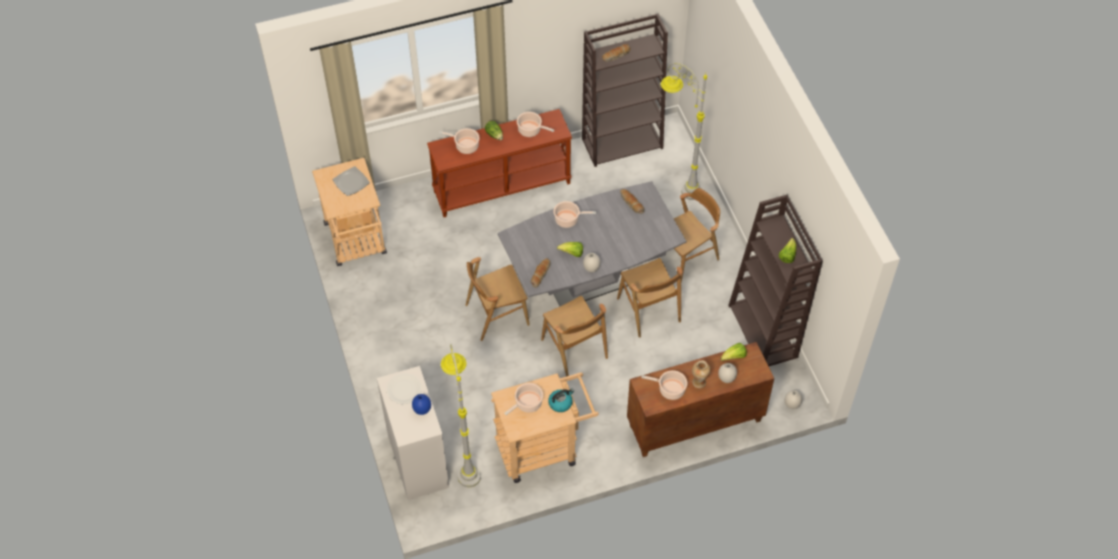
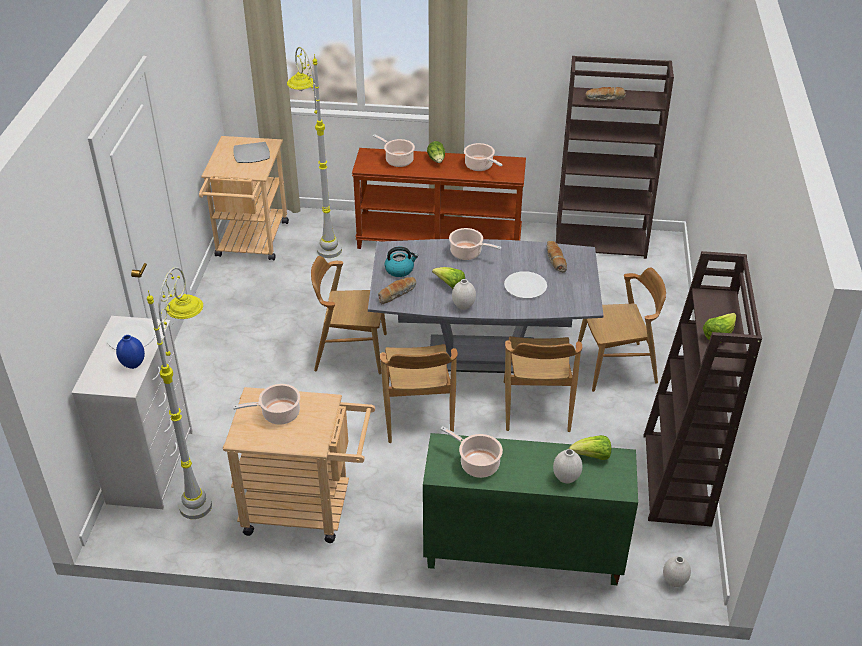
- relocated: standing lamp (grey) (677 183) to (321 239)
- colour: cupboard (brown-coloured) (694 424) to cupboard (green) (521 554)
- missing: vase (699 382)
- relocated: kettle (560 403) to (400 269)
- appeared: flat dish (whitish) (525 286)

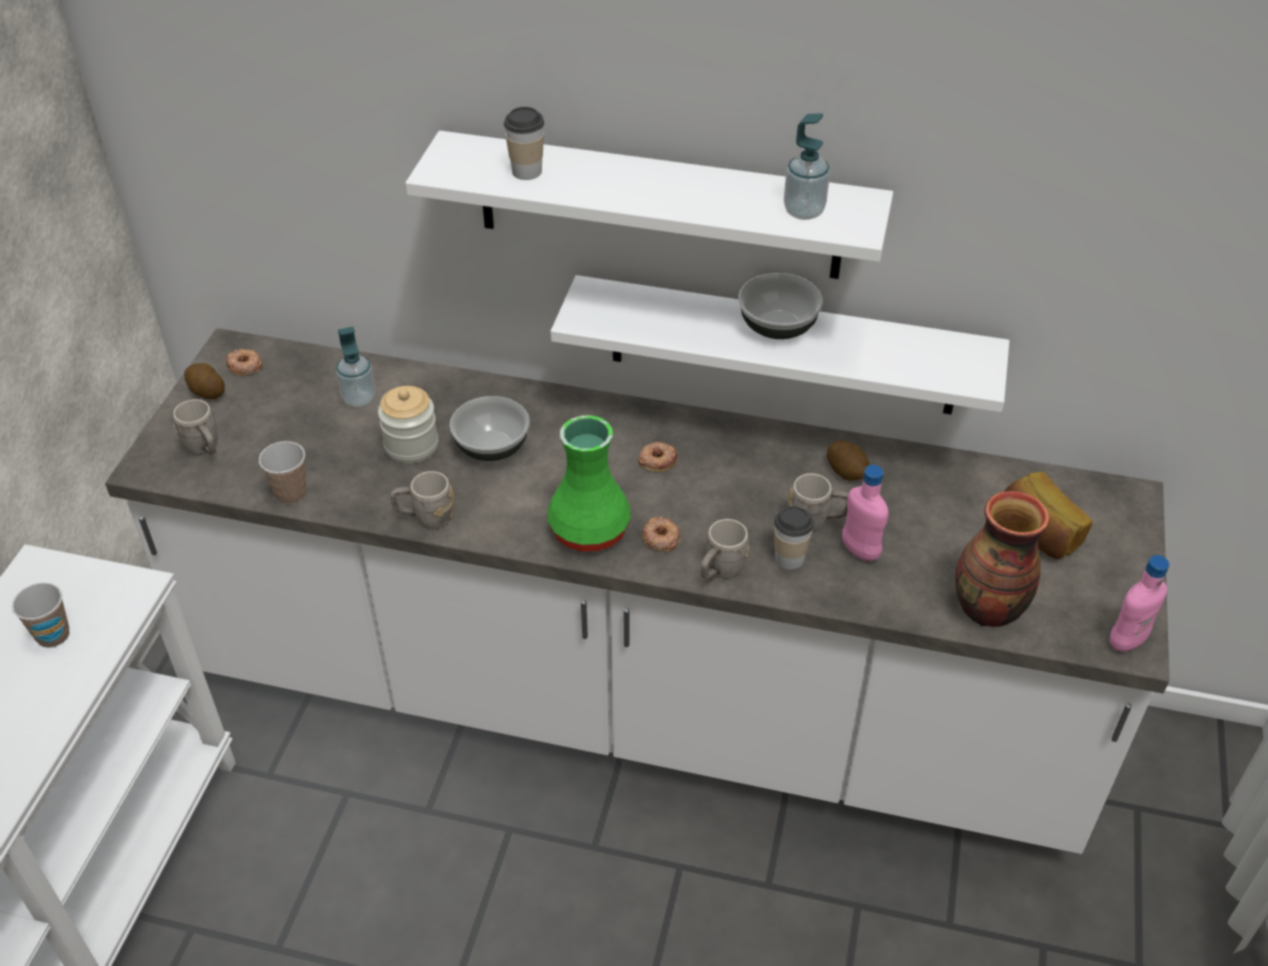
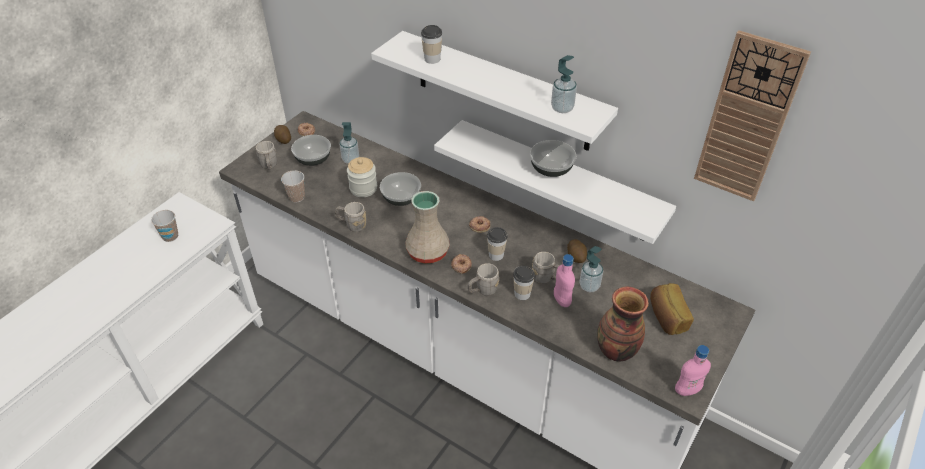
- colour: vase (green) (587 530) to vase (beige-coloured) (427 251)
- appeared: hanging clock (747 120)
- appeared: serving bowl (314 159)
- appeared: cup (496 255)
- appeared: soap dispenser (589 286)

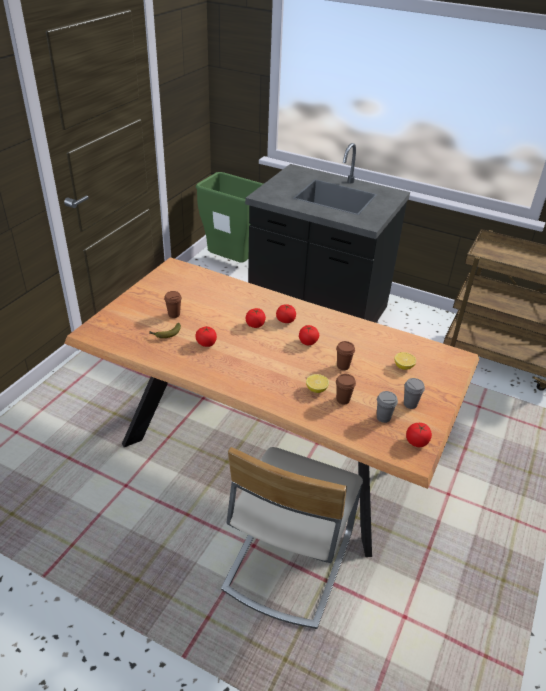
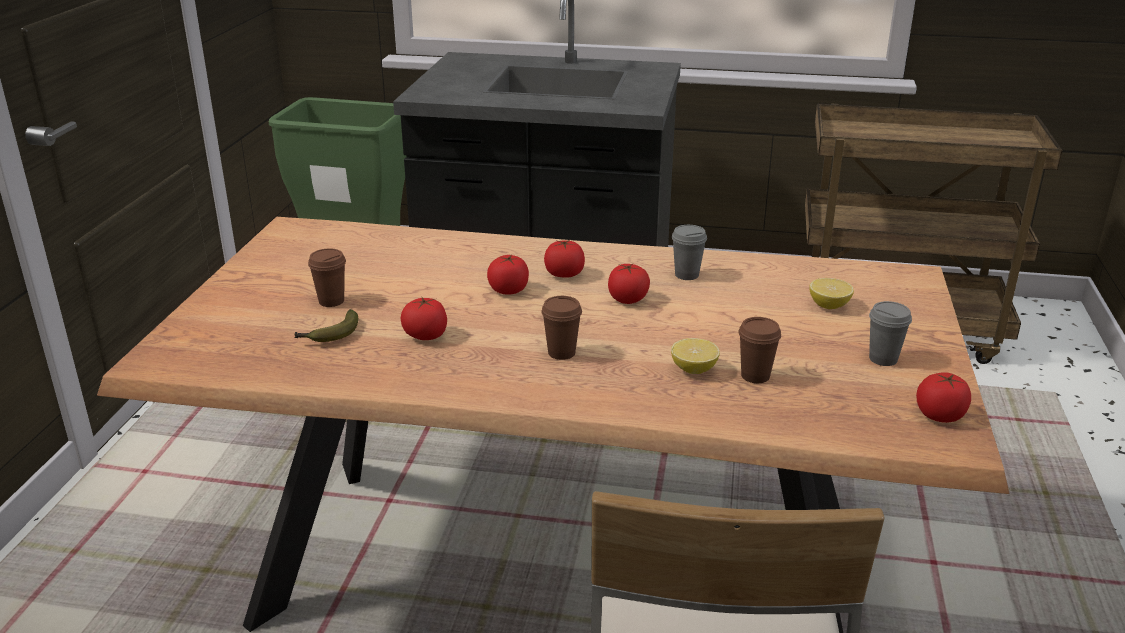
- relocated: cup (brown-coloured) (343 366) to (561 353)
- relocated: cup (grey) (383 417) to (687 275)

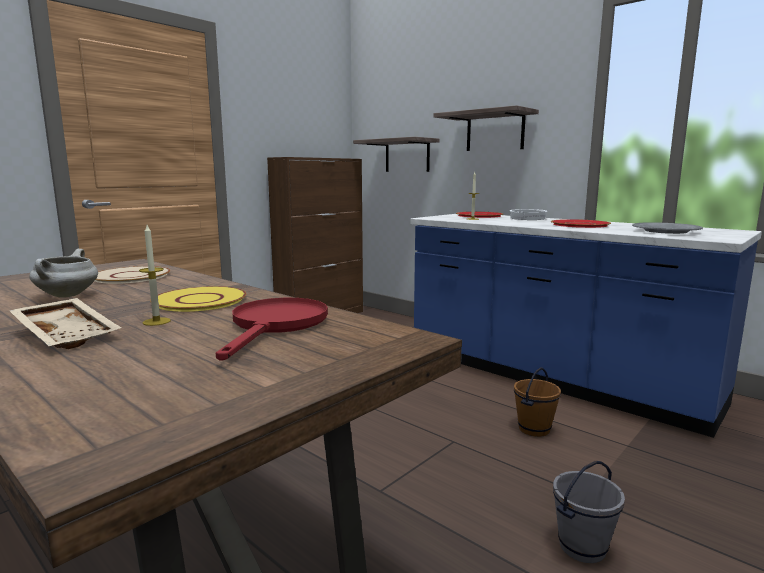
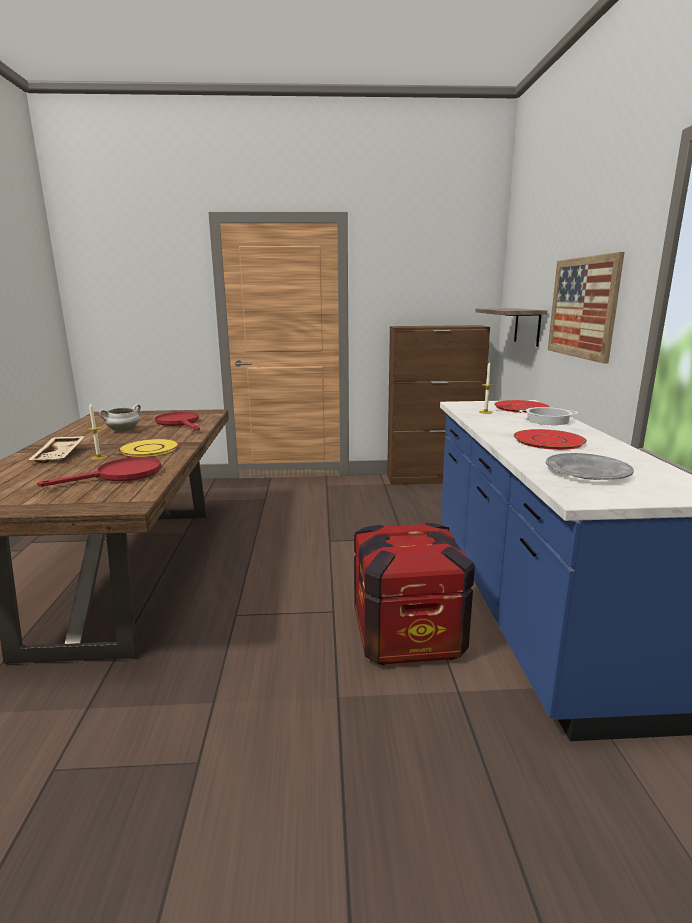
- exchanged: shelf (495 131) to wall picture (582 307)
- exchanged: flat dish (beige-coloured) (130 276) to pan (red-coloured) (180 423)
- exchanged: water bucket (brown-coloured) (533 429) to crate (407 635)
- missing: water bucket (grey) (583 548)

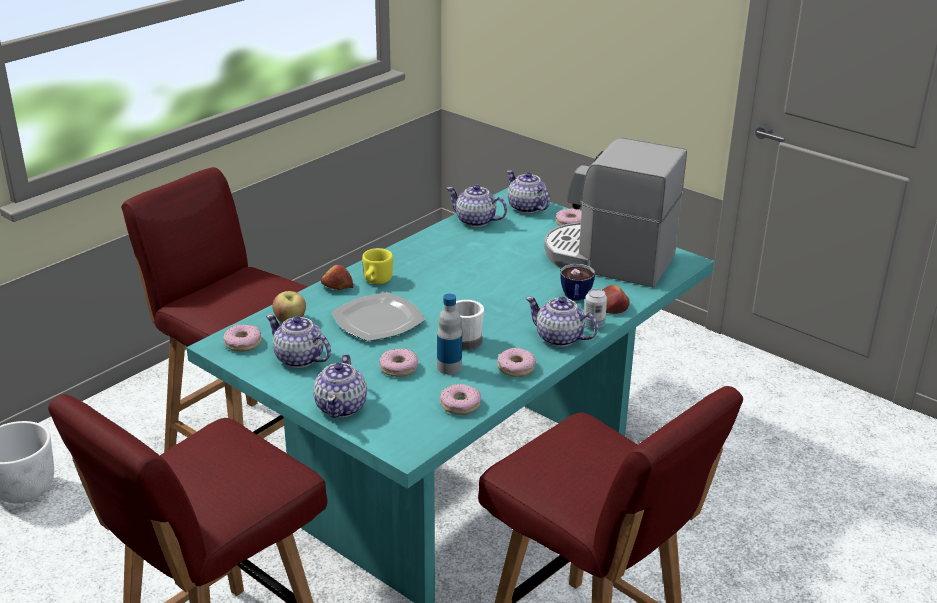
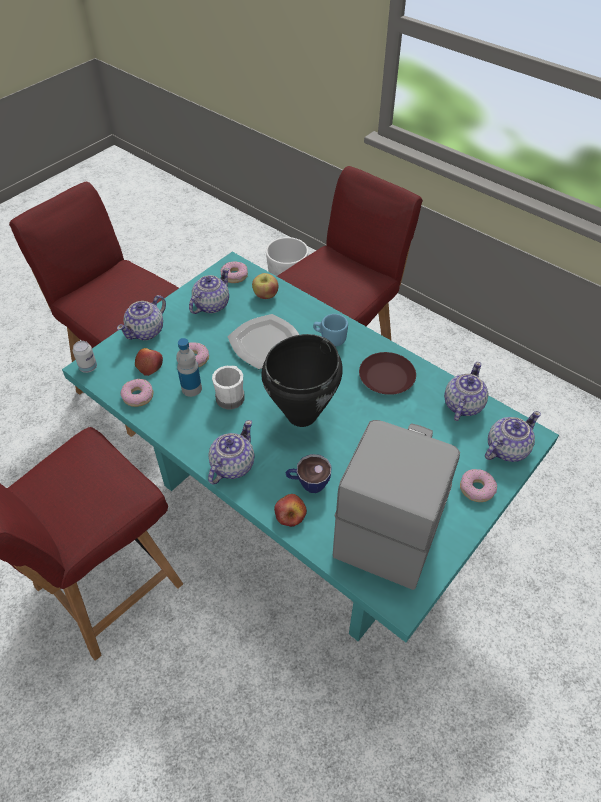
- colour: tea mug (yellow) (375 281) to tea mug (blue-coloured) (329 338)
- relocated: whole apple (337 287) to (149 365)
- relocated: sealed can (594 325) to (88 367)
- missing: doughnut (515 368)
- spun: teapot (342 407) = (146 331) 60 degrees counterclockwise
- appeared: cooking pot (black-coloured) (302 415)
- appeared: flat dish (brown-coloured) (386 377)

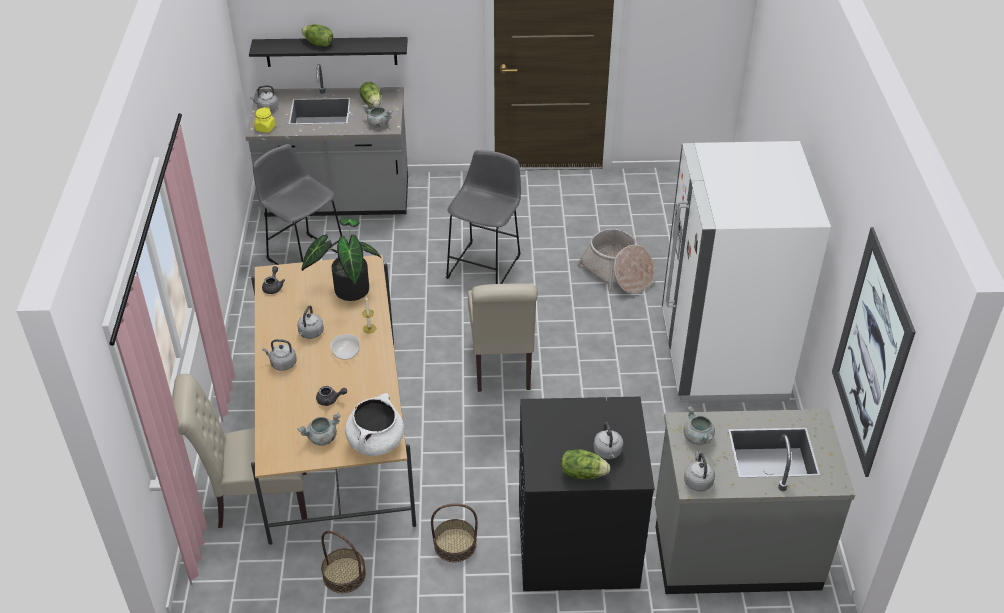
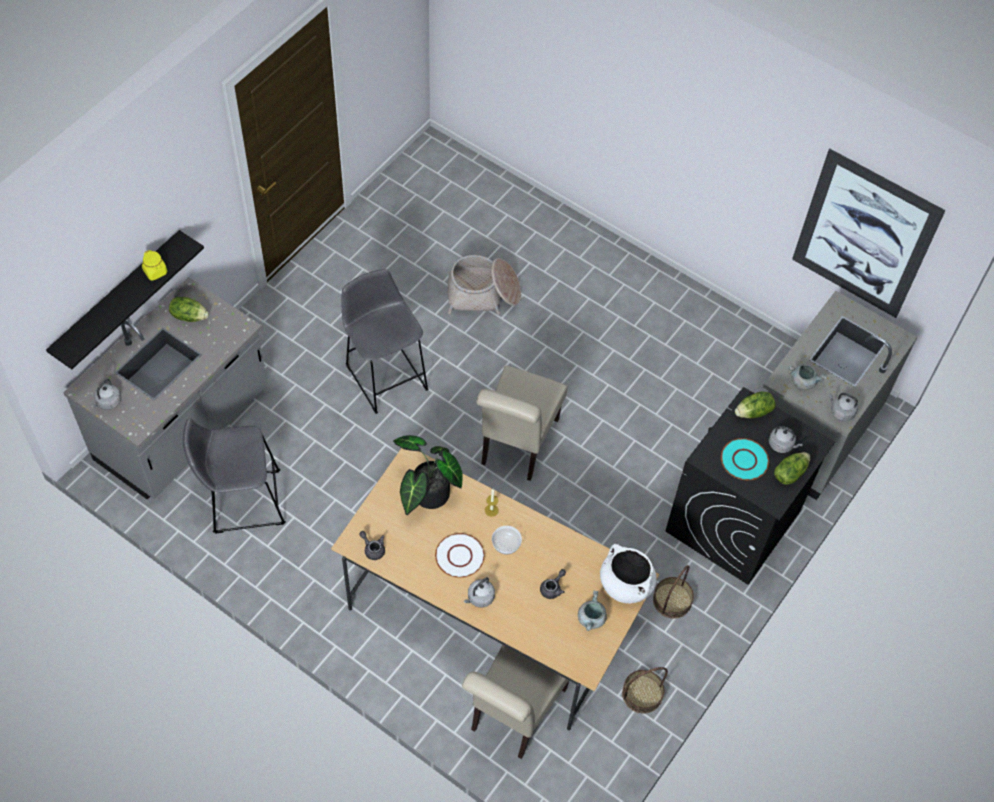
- relocated: lettuce (318 44) to (754 412)
- missing: cooking pot (grey) (378 124)
- relocated: storage jar (yellow) (265 128) to (155 272)
- missing: kitchen fridge (whitish) (722 357)
- spun: upright chair (beige-coloured) (502 366) = (517 445) 75 degrees clockwise
- exchanged: kettle (grey) (310 333) to flat dish (whitish) (460 556)
- appeared: flat dish (blue-green) (744 460)

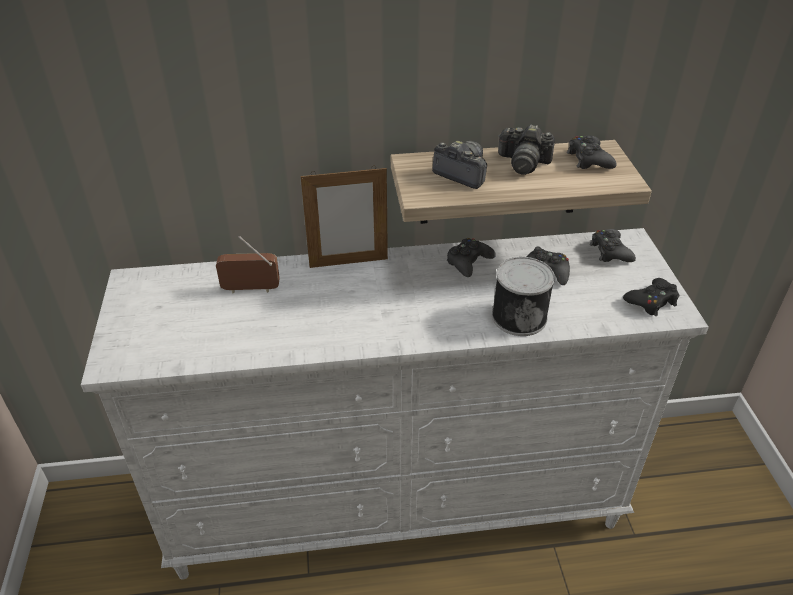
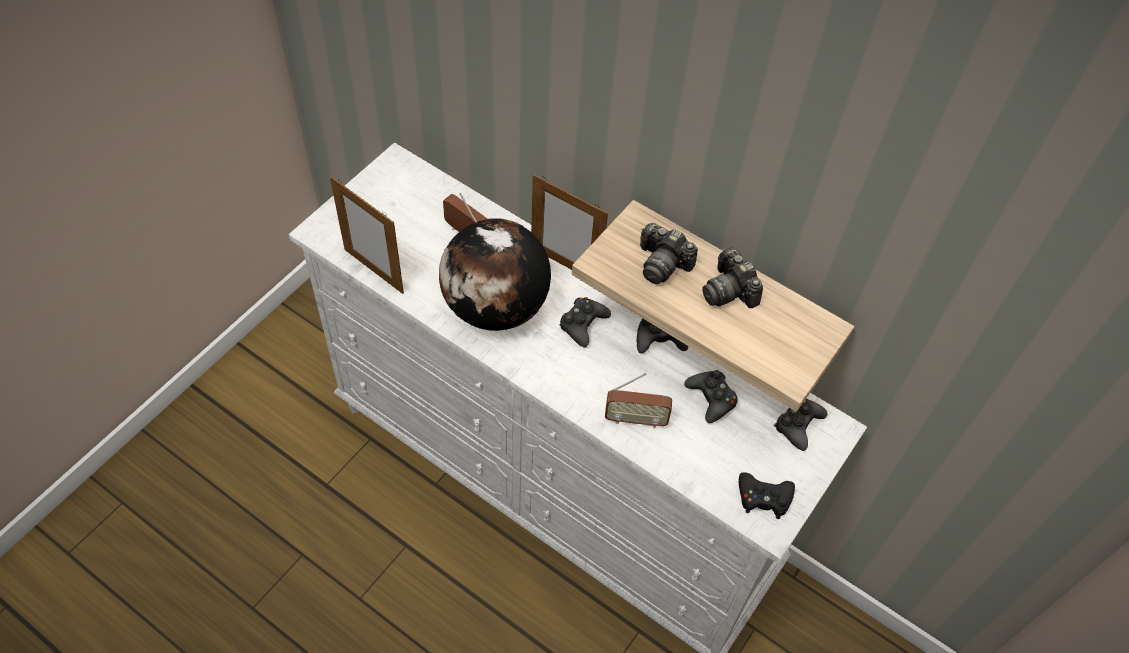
- relocated: game controller (black-coloured) (589 159) to (583 324)
- spun: photo camera (462 173) = (662 263) 135 degrees clockwise
- exchanged: sealed can (519 316) to radio set (635 419)
- appeared: standing frame (374 271)
- appeared: globe (496 308)

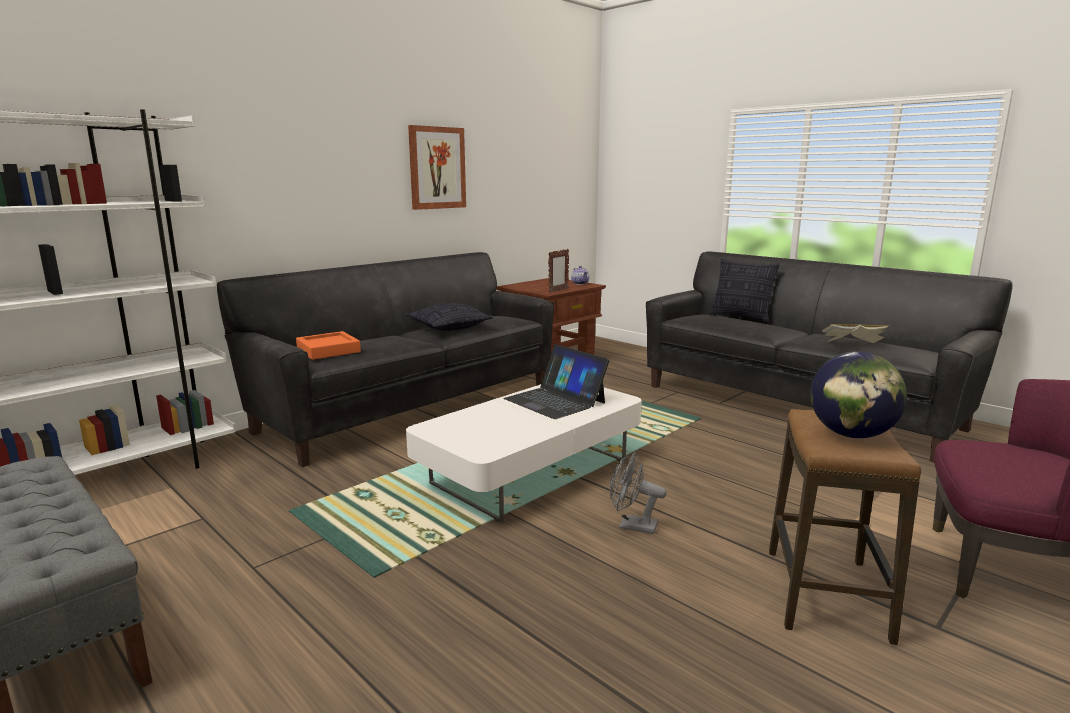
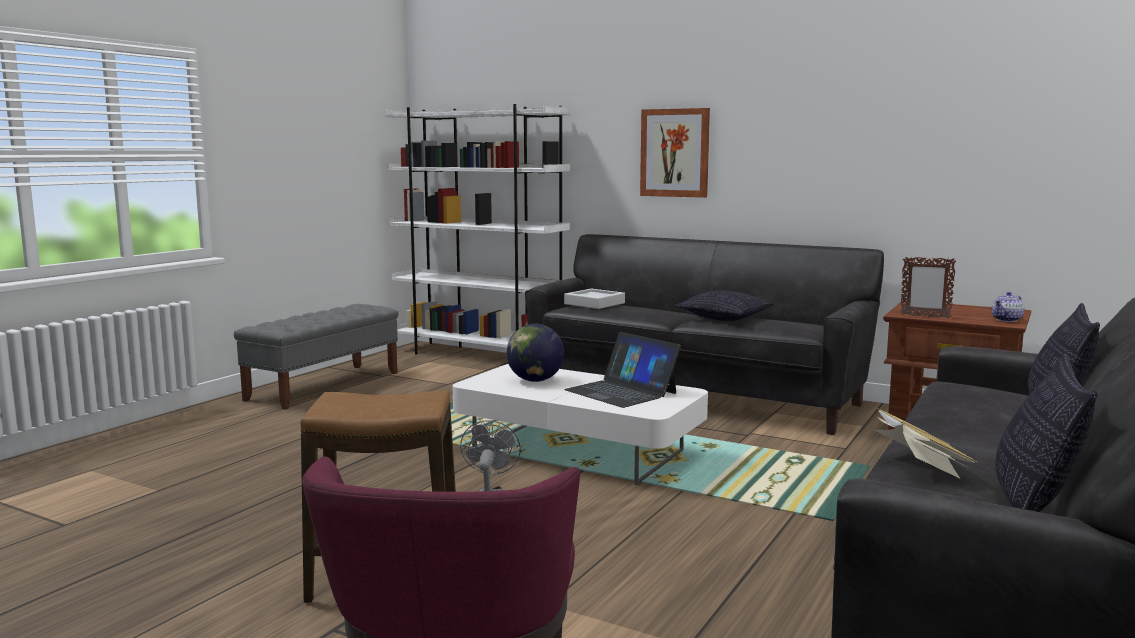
- relocated: wall picture (437 168) to (675 153)
- colour: tray (orange-coloured) (328 350) to tray (grey) (594 303)
- spun: portable computer (555 400) = (621 391) 75 degrees counterclockwise
- relocated: globe (851 435) to (535 380)
- appeared: pillow (1032 508)

